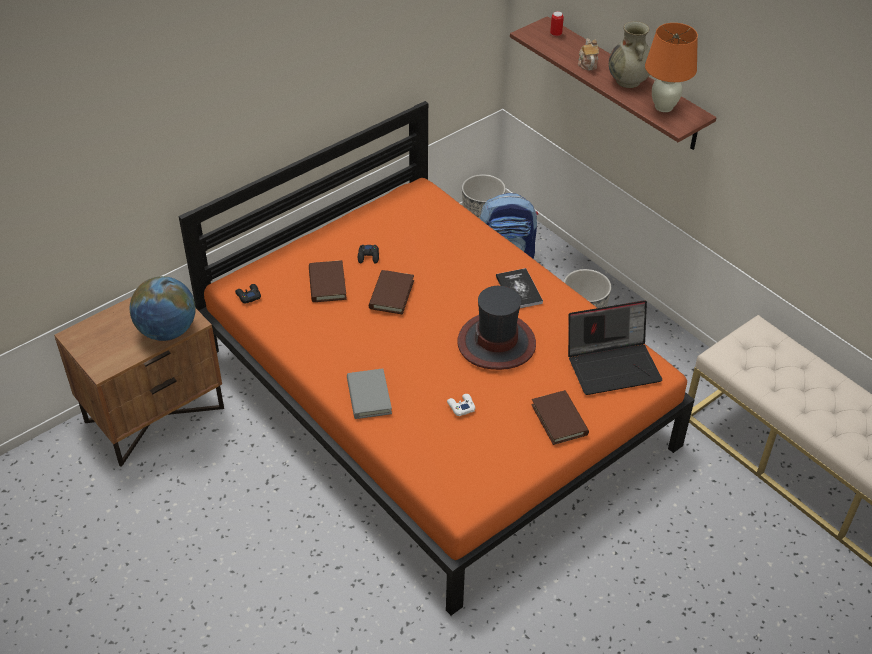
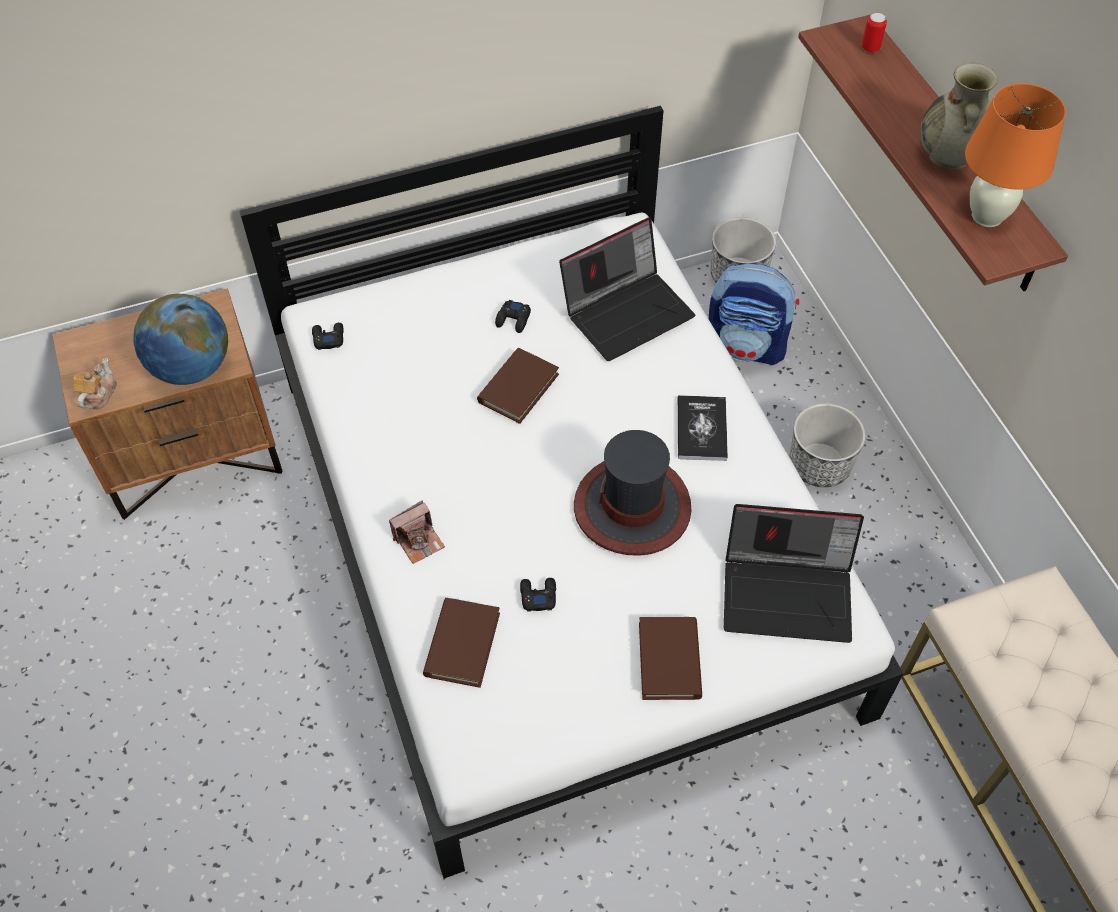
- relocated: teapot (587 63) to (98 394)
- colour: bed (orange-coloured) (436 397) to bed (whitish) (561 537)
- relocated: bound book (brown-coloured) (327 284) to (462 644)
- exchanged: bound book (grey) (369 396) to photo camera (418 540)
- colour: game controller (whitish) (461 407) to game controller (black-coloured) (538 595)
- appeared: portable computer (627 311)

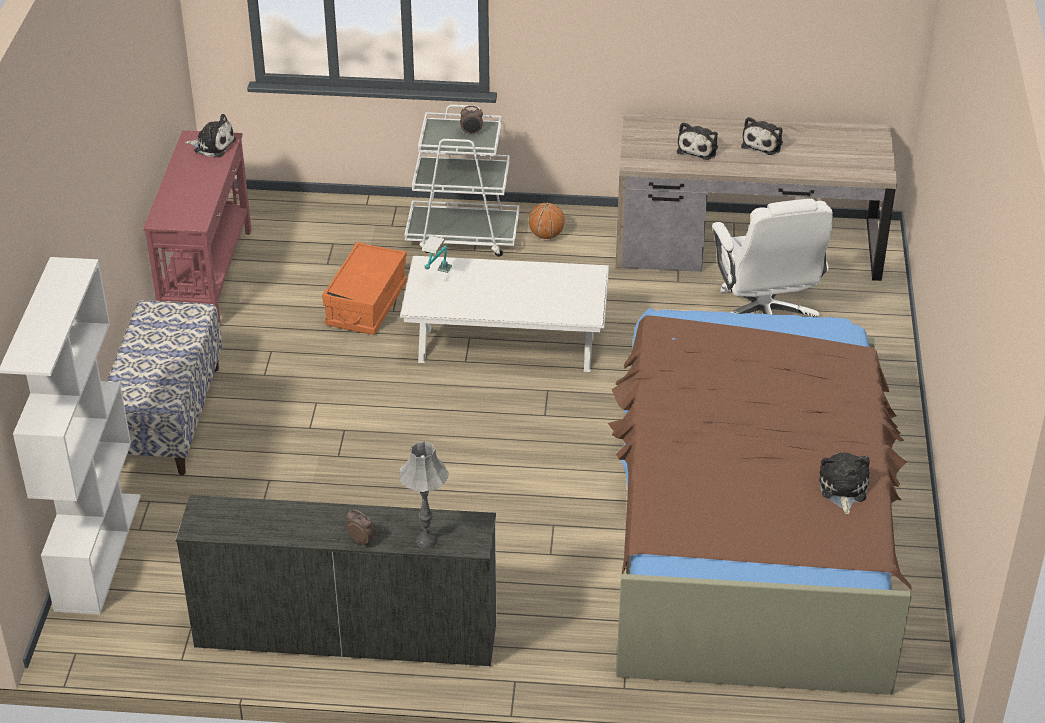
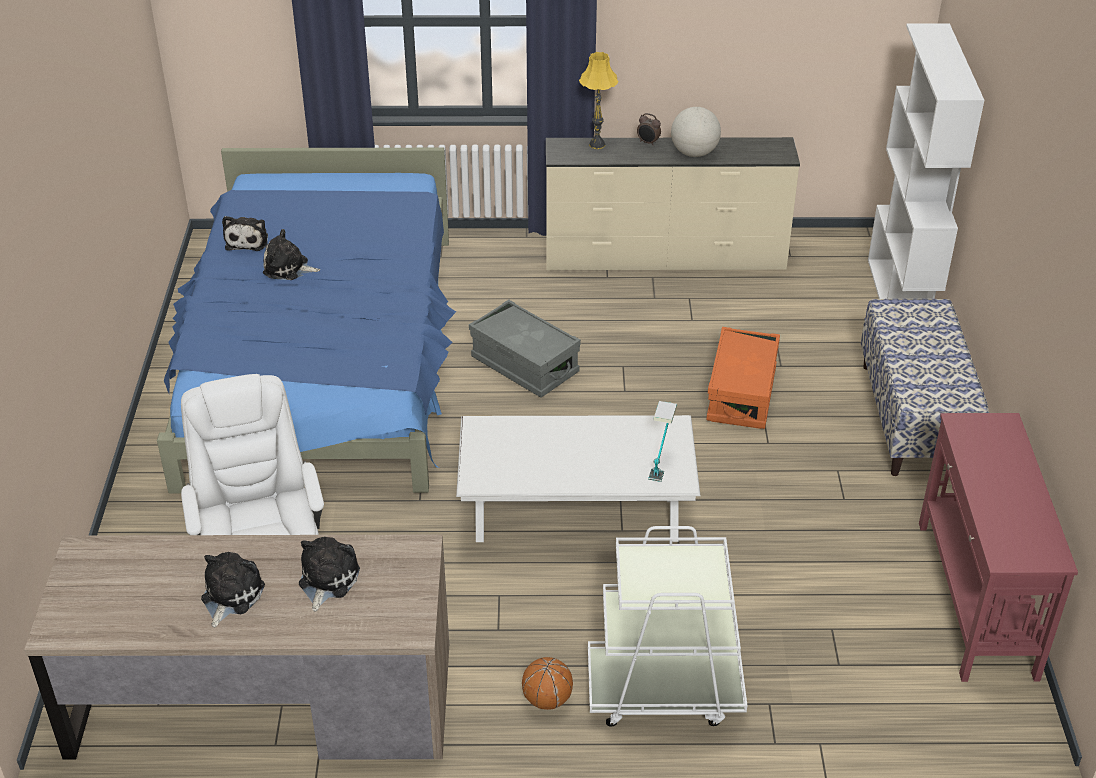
- missing: table clock (471 133)
- relocated: cuddly toy (212 145) to (288 268)
- relocated: storage box (orange-coloured) (366 304) to (741 395)
- colour: bed (brown-coloured) (751 518) to bed (blue-coloured) (323 358)
- colour: table lamp (grey) (426 541) to table lamp (yellow) (597 145)
- appeared: globe (694 153)
- appeared: storage box (grey) (524 365)

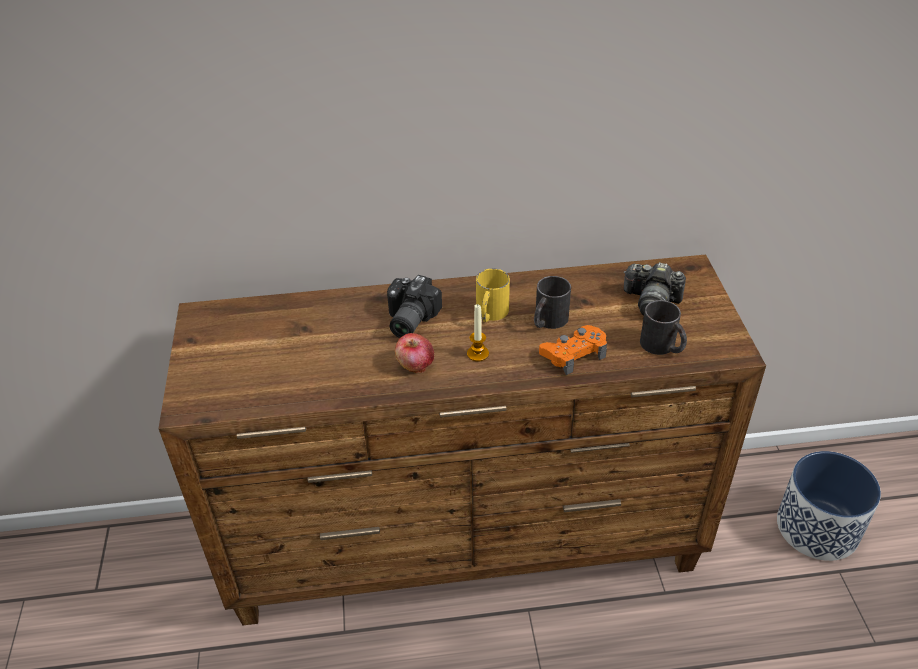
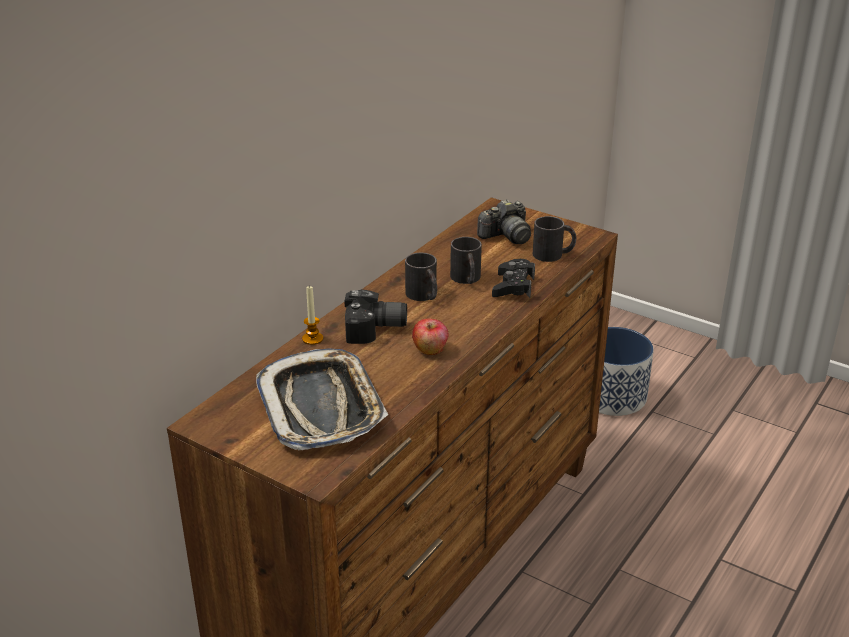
- colour: tea mug (yellow) (490 314) to tea mug (black-coloured) (424 296)
- spun: photo camera (407 320) = (375 330) 60 degrees counterclockwise
- relocated: candle (477 354) to (312 339)
- colour: game controller (orange-coloured) (573 354) to game controller (black-coloured) (513 286)
- appeared: tray (322 407)

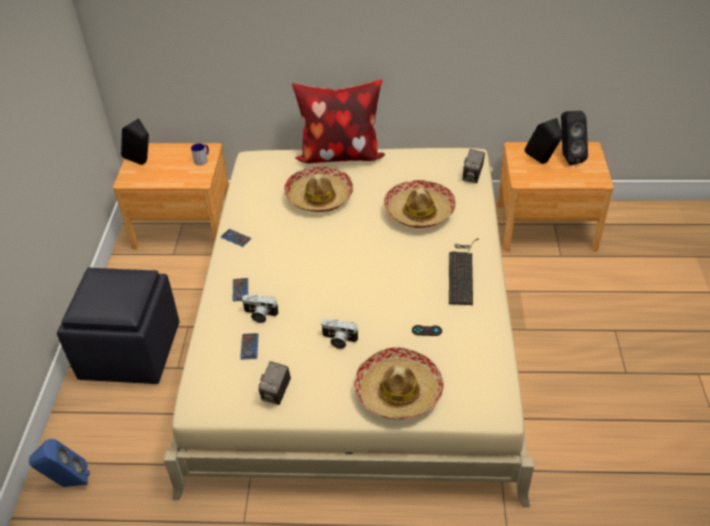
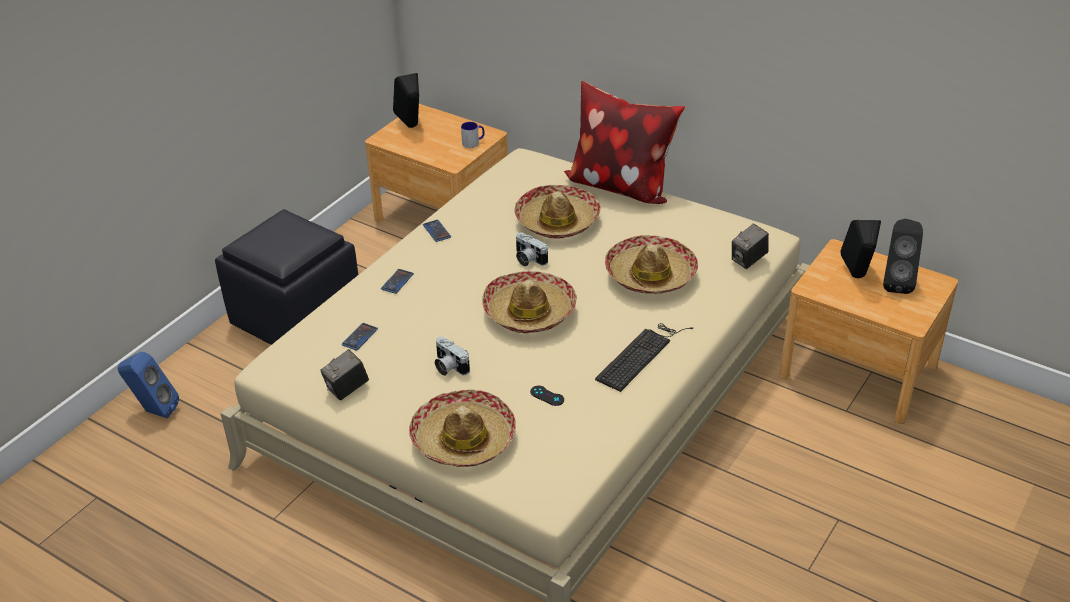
- relocated: photo camera (259 315) to (528 259)
- appeared: hat (529 311)

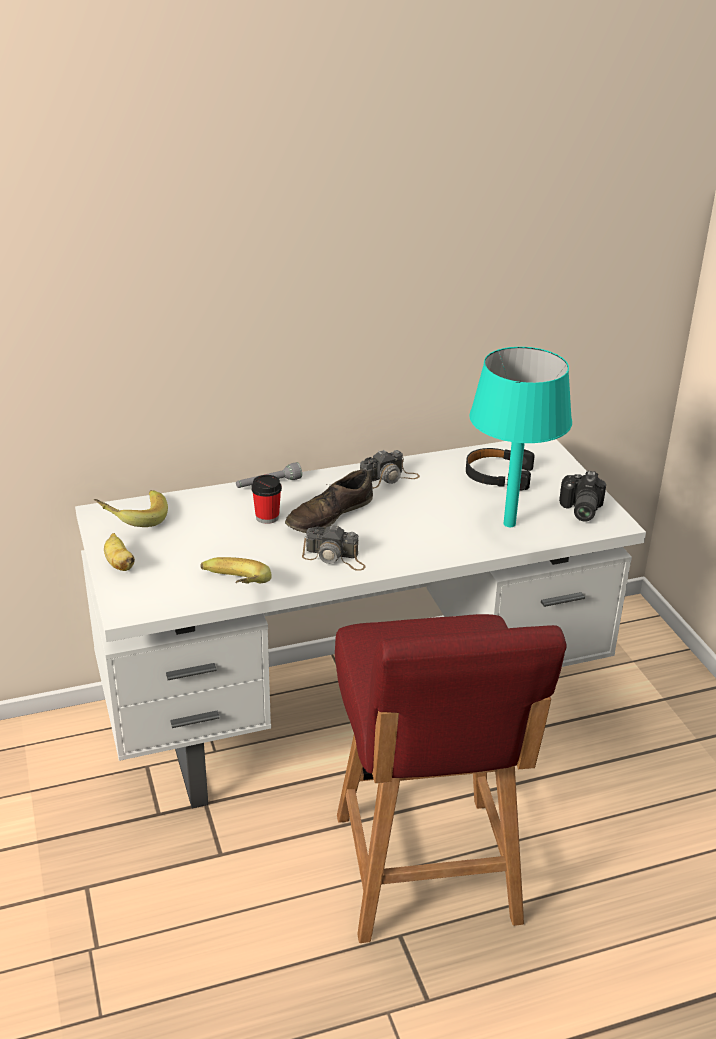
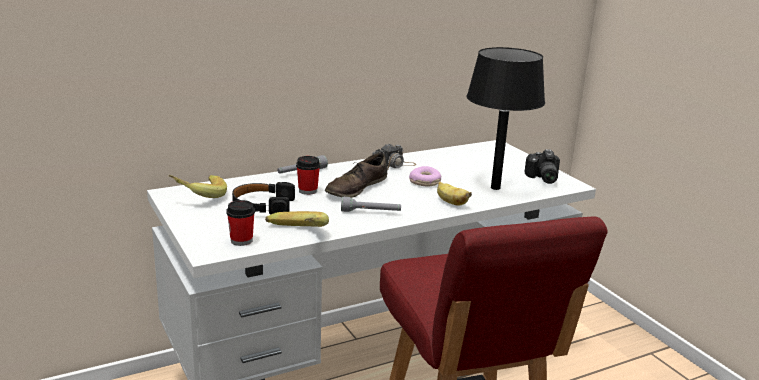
- colour: table lamp (blue-green) (509 524) to table lamp (black-coloured) (495 188)
- relocated: headset (black-coloured) (498 476) to (262 206)
- exchanged: photo camera (334 558) to flashlight (grey) (371 212)
- relocated: banana fruit (119 564) to (450 202)
- appeared: doughnut (425 182)
- appeared: cup (241 240)

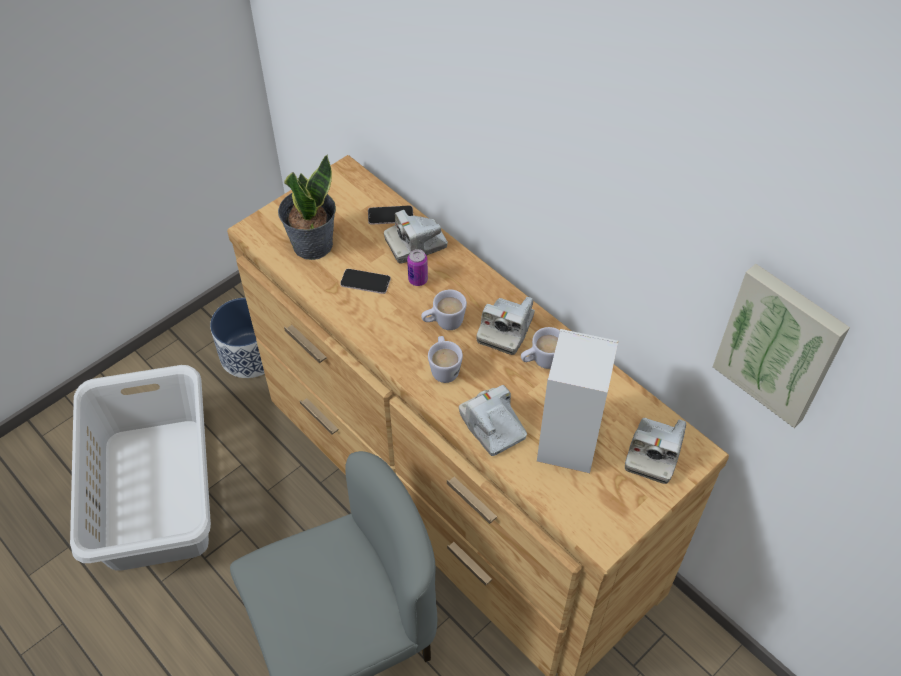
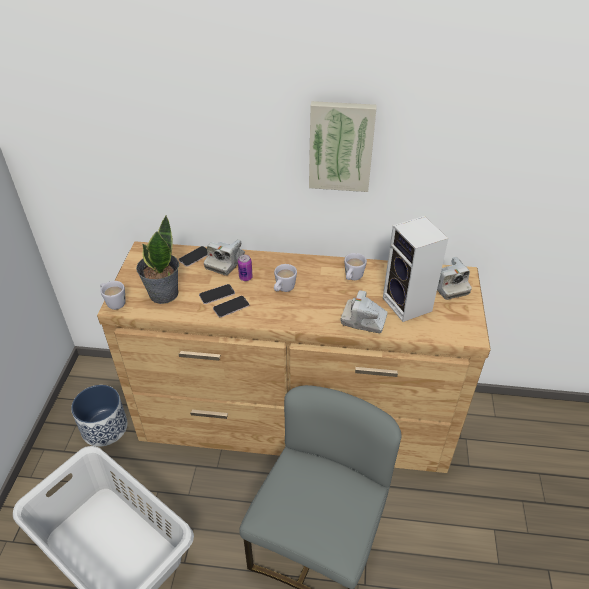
- relocated: wall picture (780 344) to (341 146)
- missing: photo camera (505 329)
- relocated: tea mug (whitish) (444 368) to (114 302)
- appeared: handset (231 307)

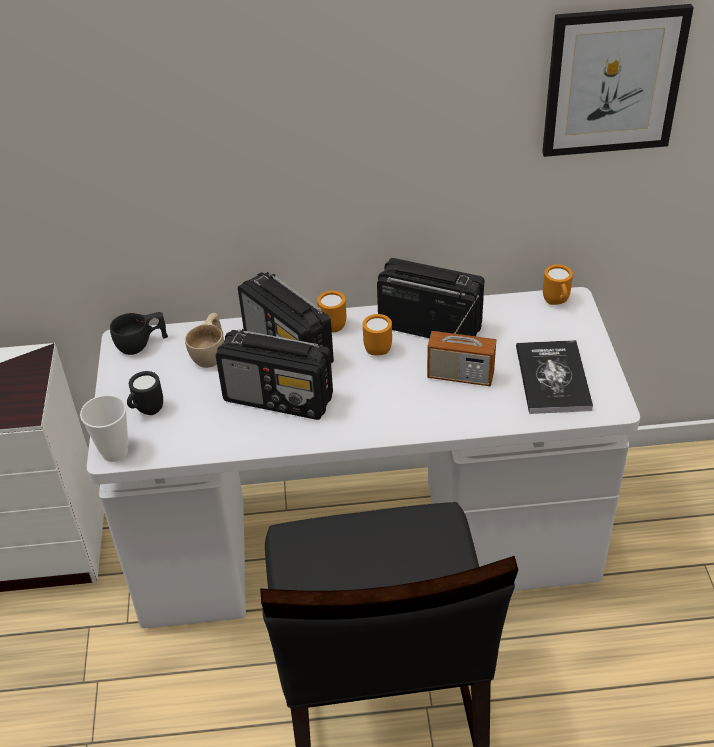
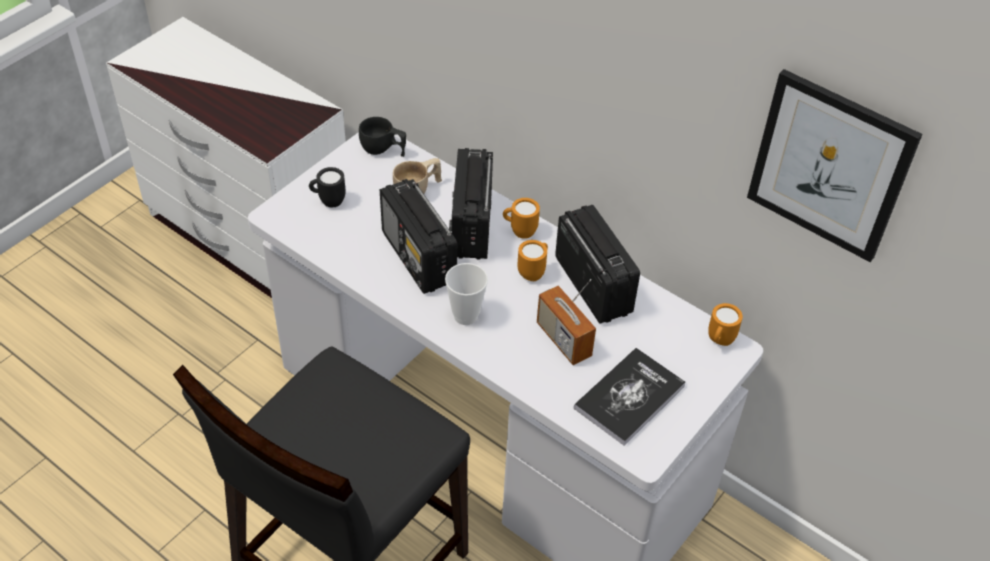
- relocated: cup (114 452) to (465 315)

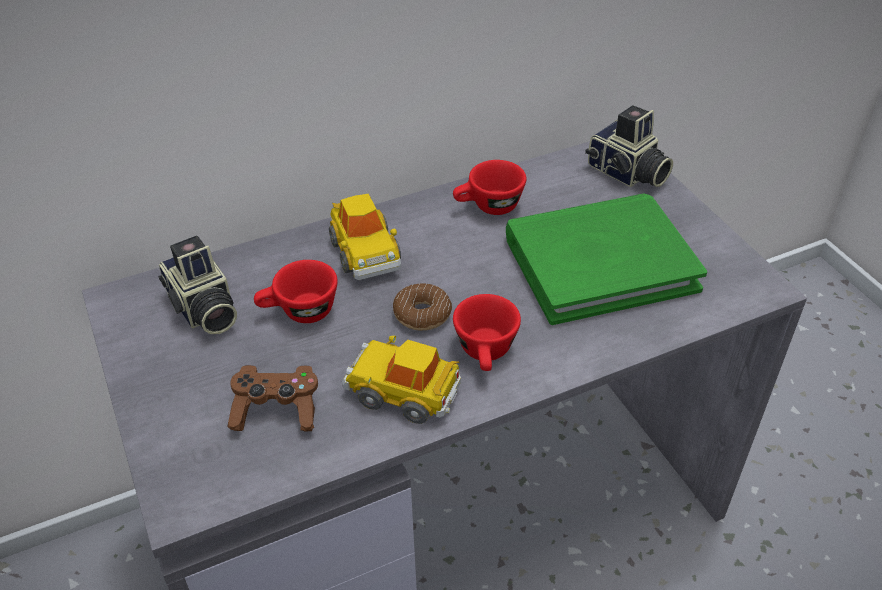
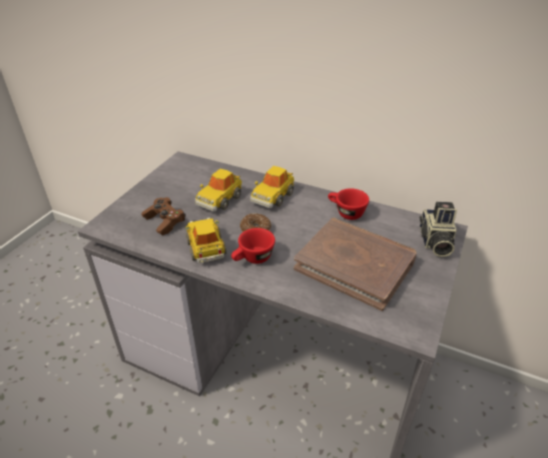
- colour: bound book (green) (600 263) to bound book (brown-coloured) (355 265)
- missing: photo camera (203 310)
- exchanged: cup (red-coloured) (299 312) to toy car (220 199)

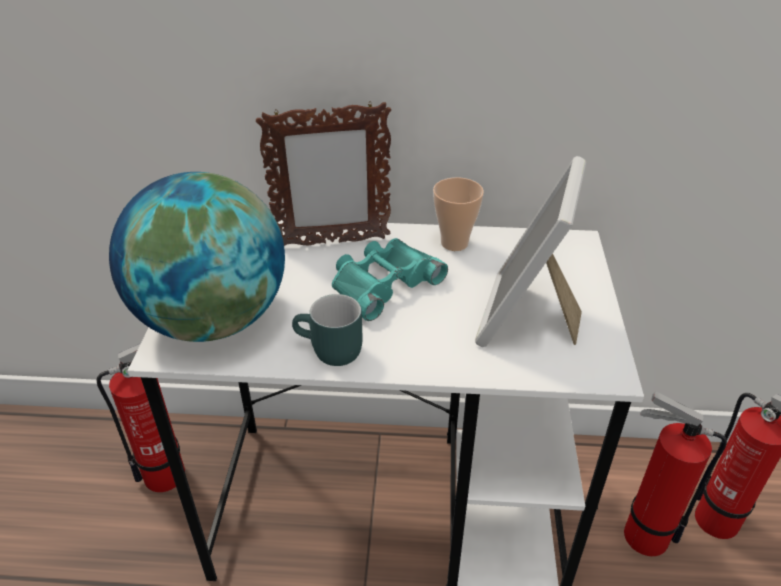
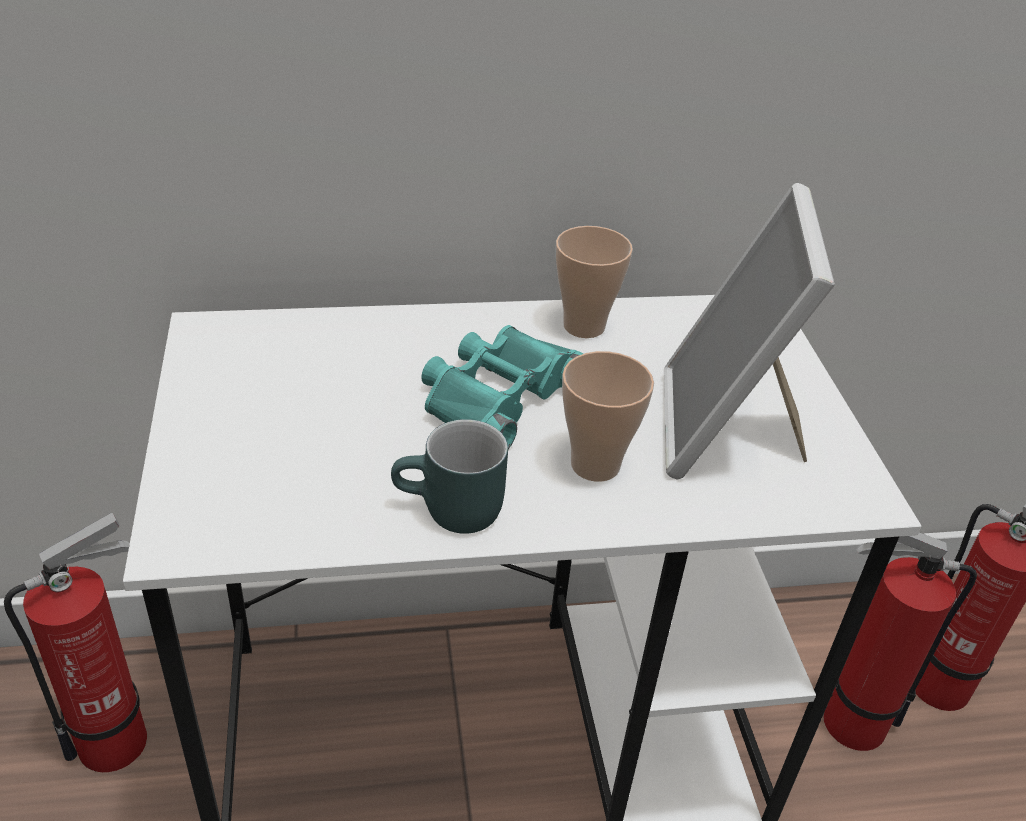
- missing: standing frame (332 242)
- missing: globe (213 319)
- appeared: cup (595 465)

